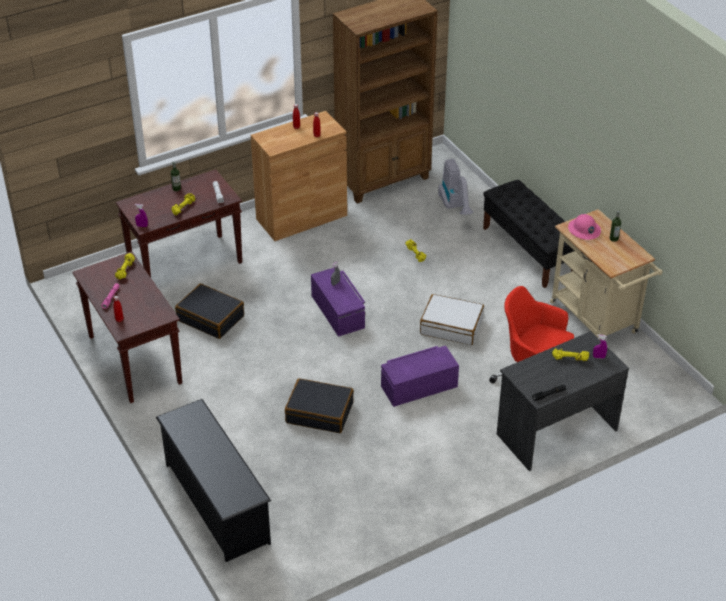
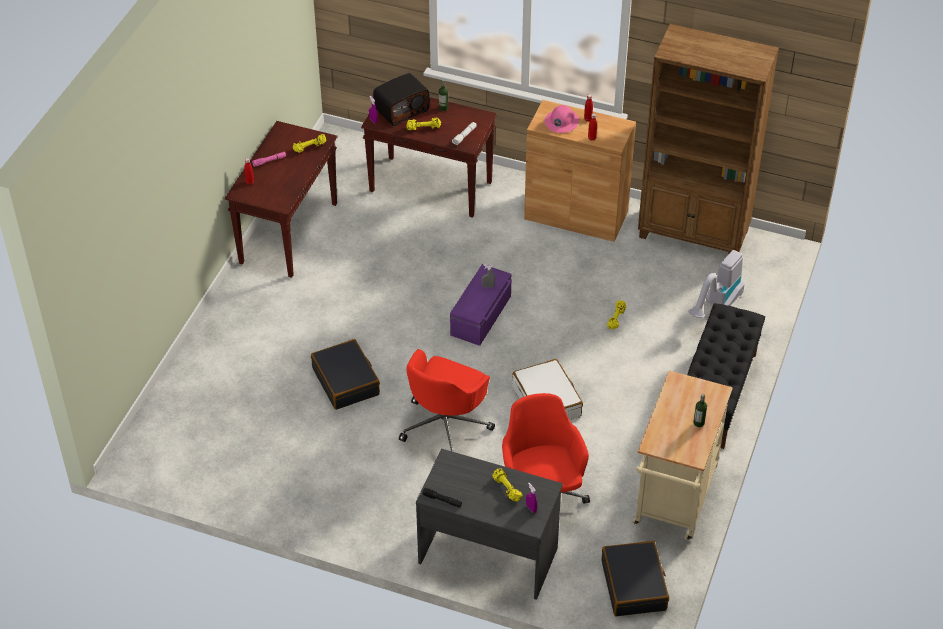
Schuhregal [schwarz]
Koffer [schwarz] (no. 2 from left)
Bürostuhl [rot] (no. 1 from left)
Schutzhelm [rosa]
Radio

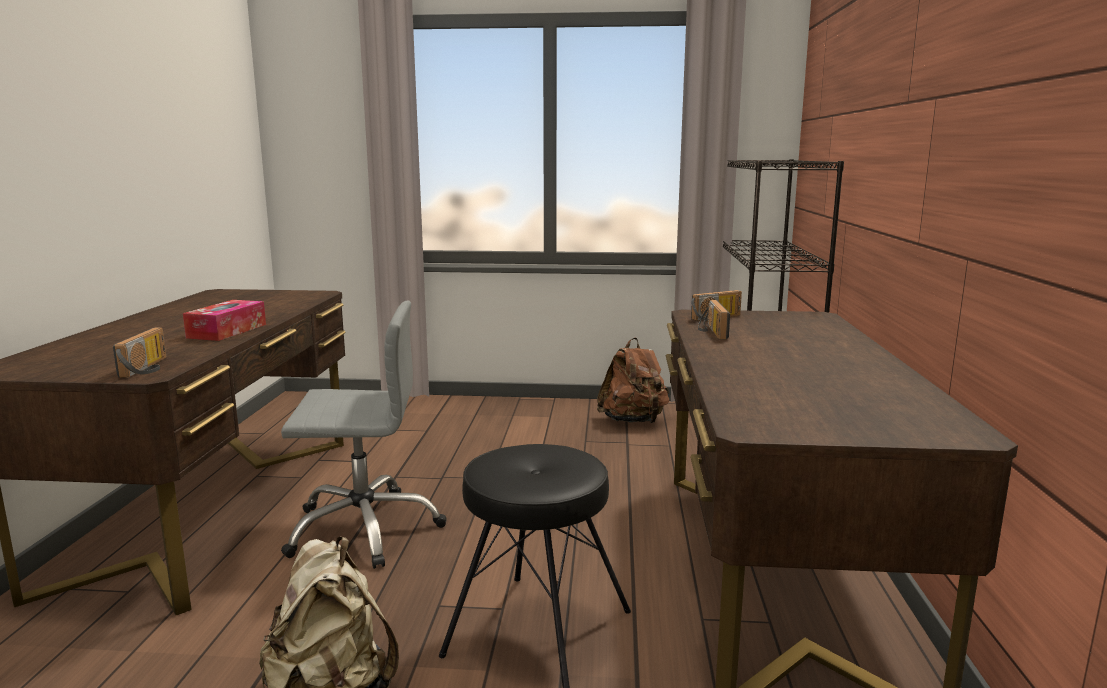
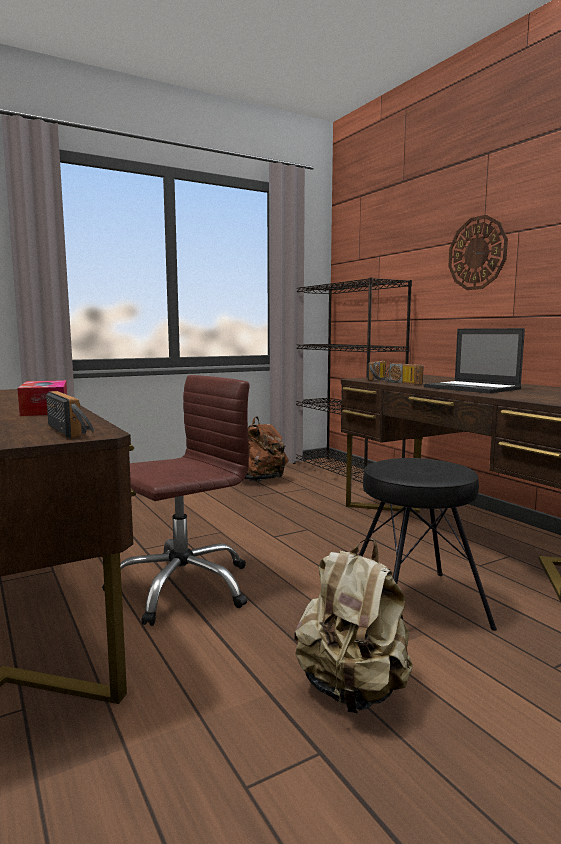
Bürostuhl [braun]
Laptop
Wanduhr

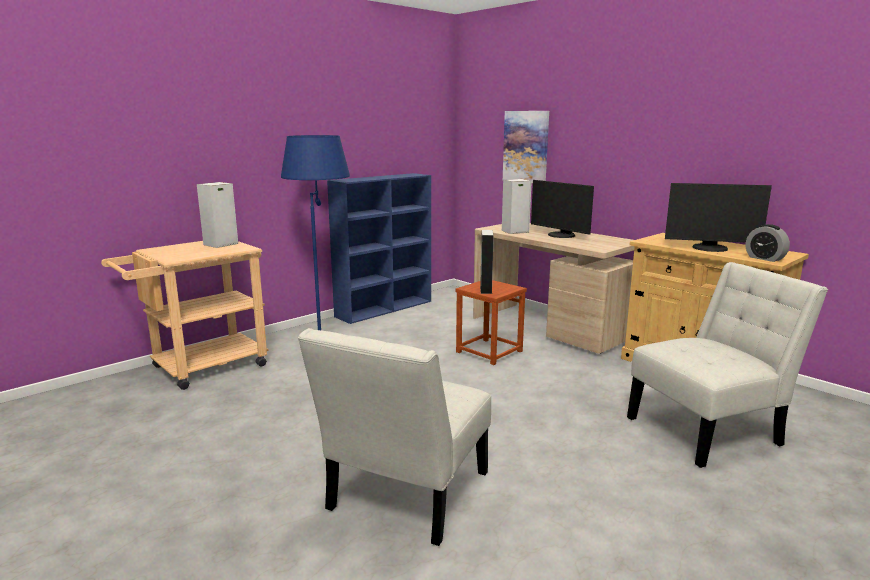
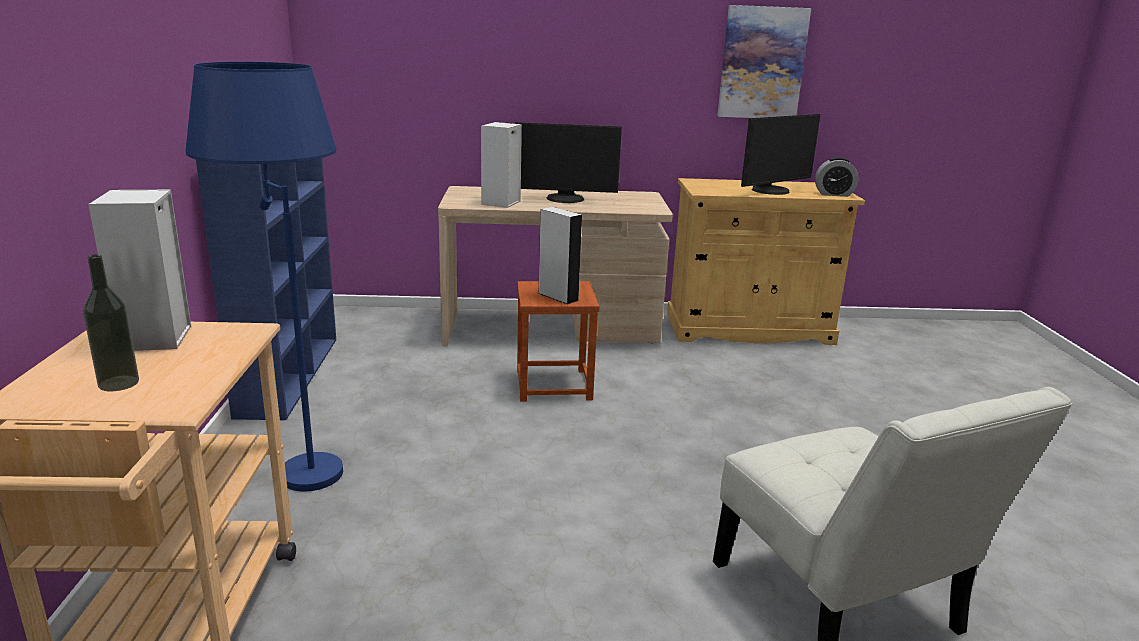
Bild
Stuhl [weiß] (no. 2 from left in the first image)
Flasche

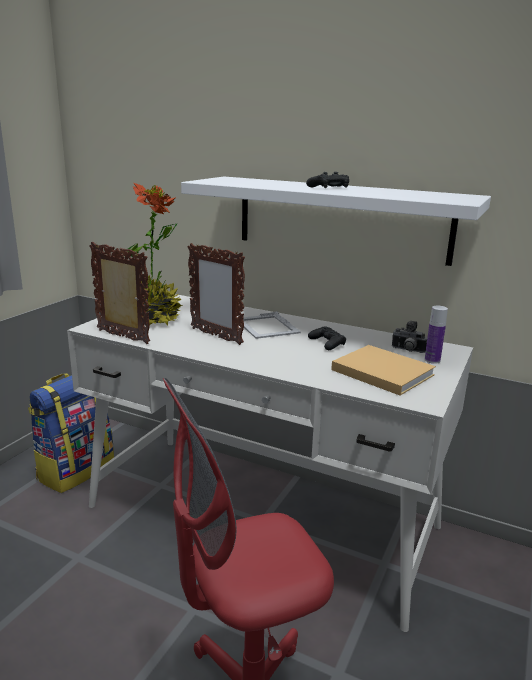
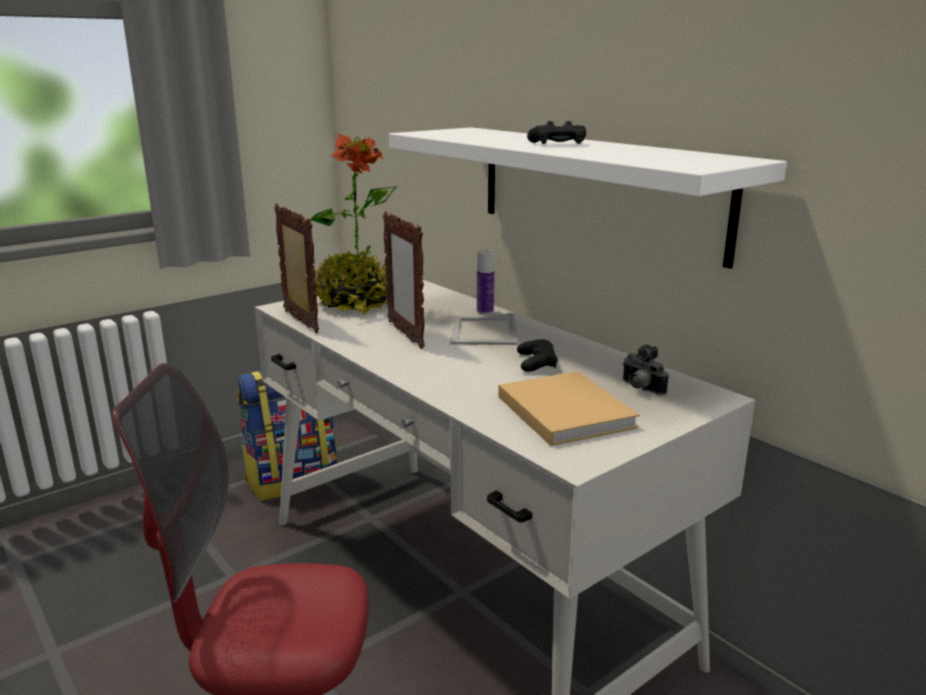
Flasche

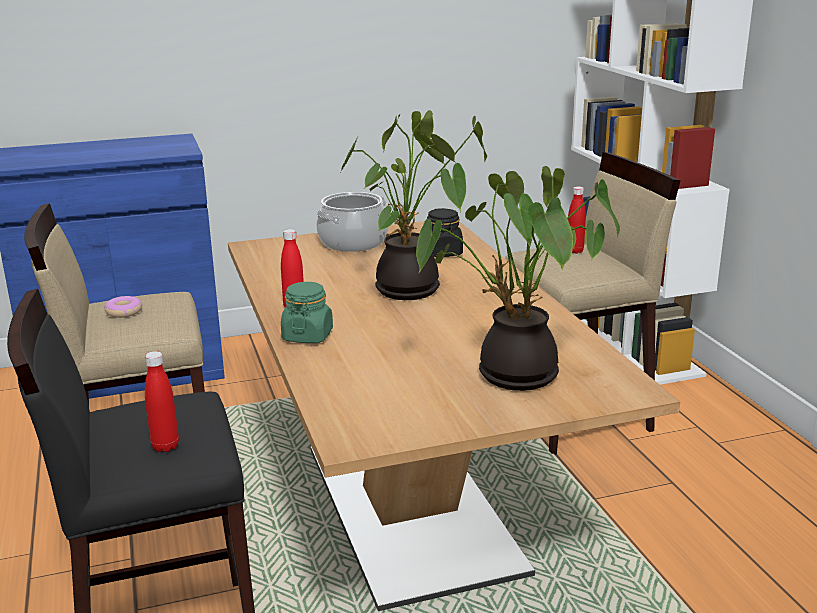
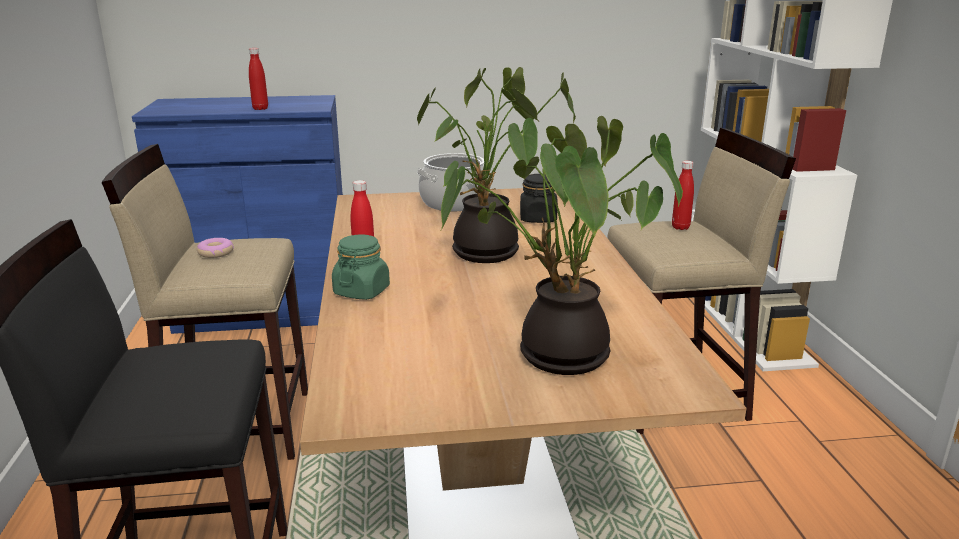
Flasche [rot] (no. 1 from left)

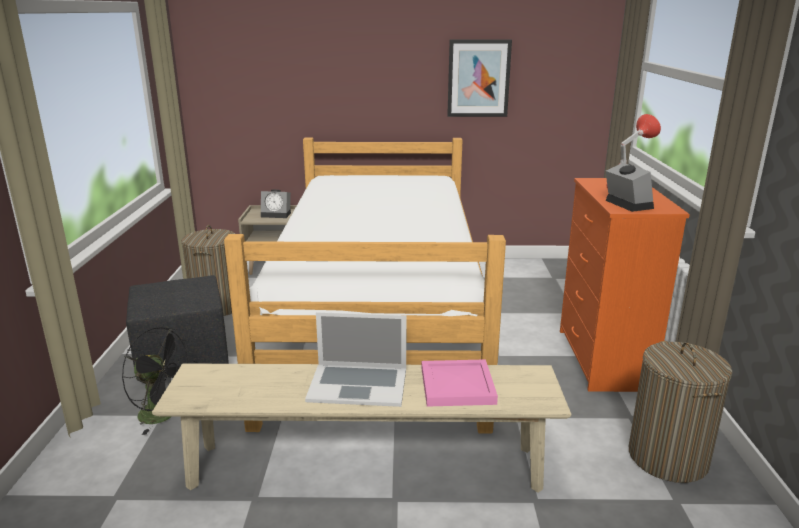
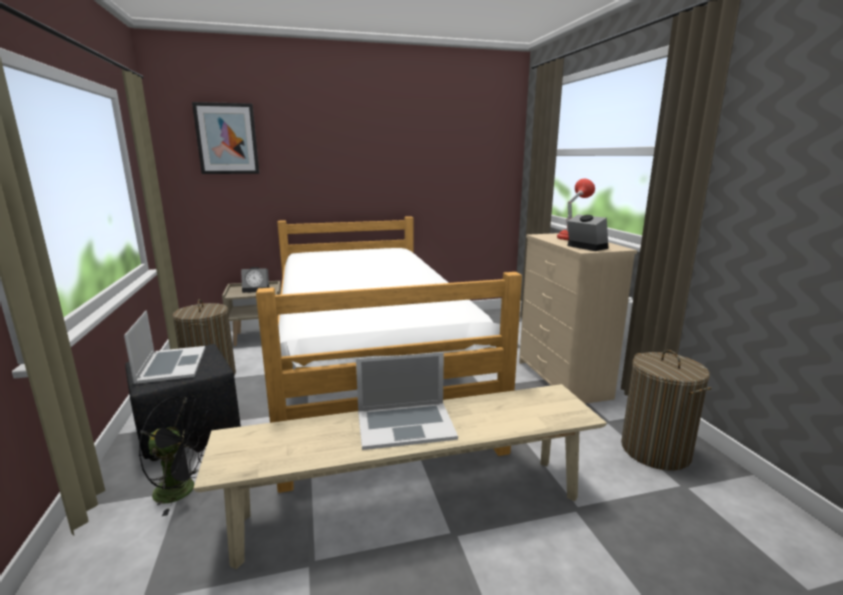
Tablett [rosa]
Bild
Kommode [beige]
Laptop (no. 1 from left)

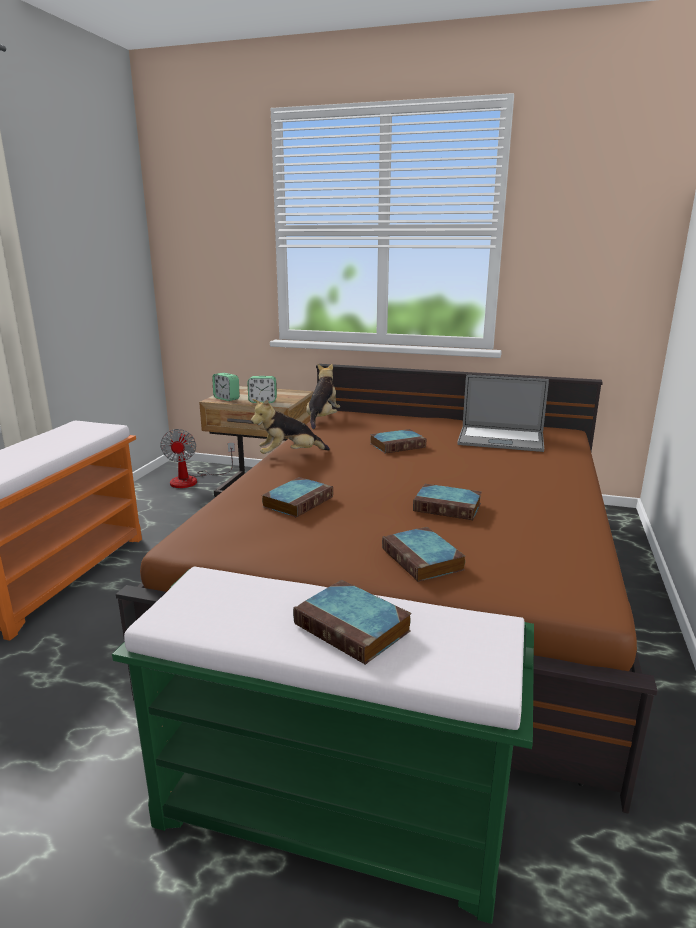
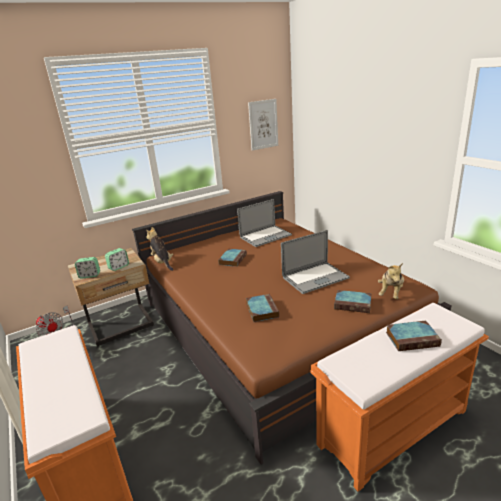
Bank [orange] (no. 2 from left)
Plüschtier (no. 2 from left)
Laptop (no. 2 from left)
Bild

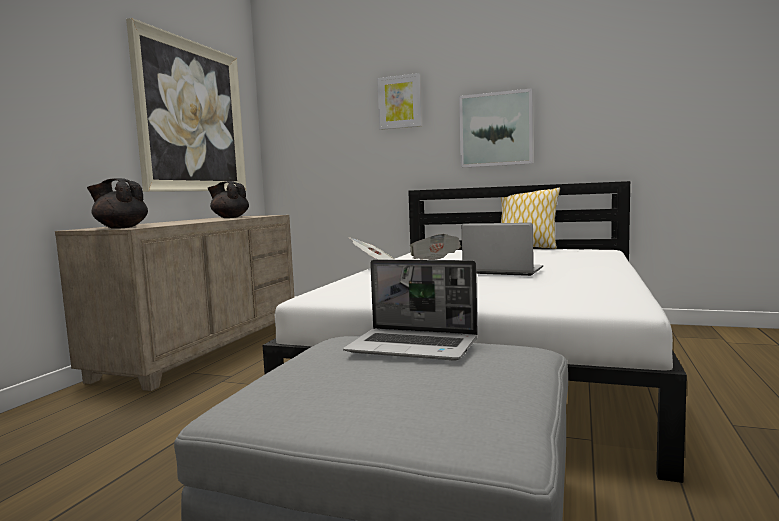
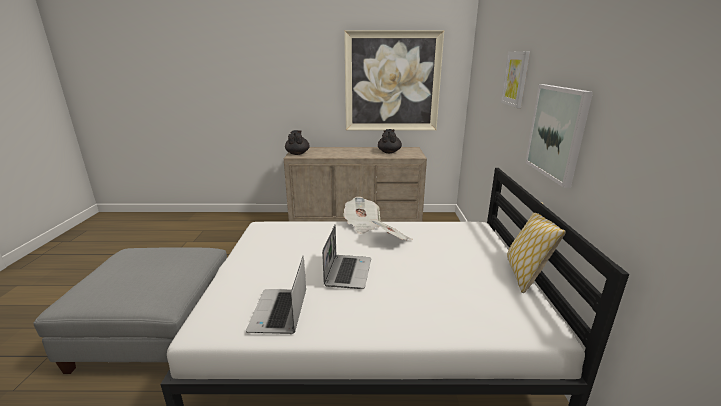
Laptop (no. 1 from left)

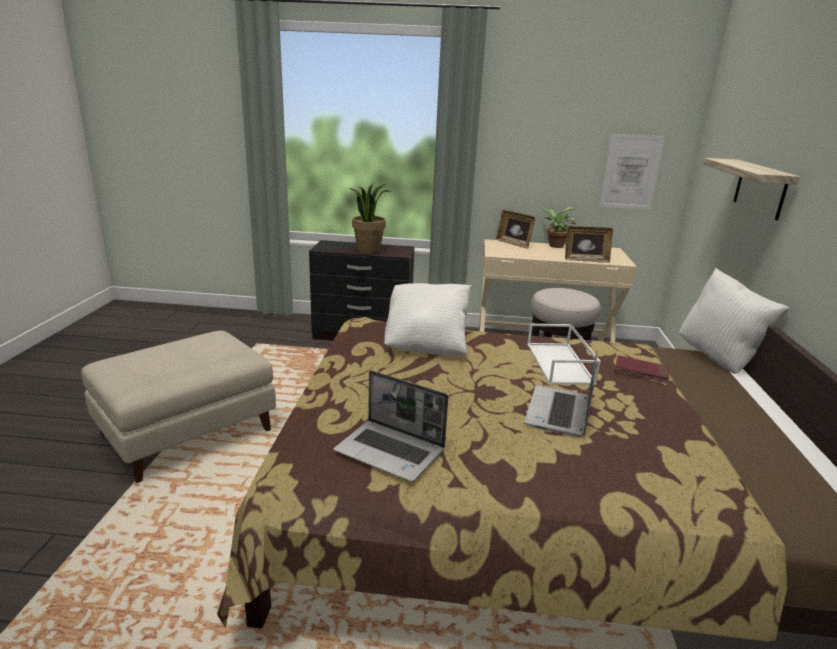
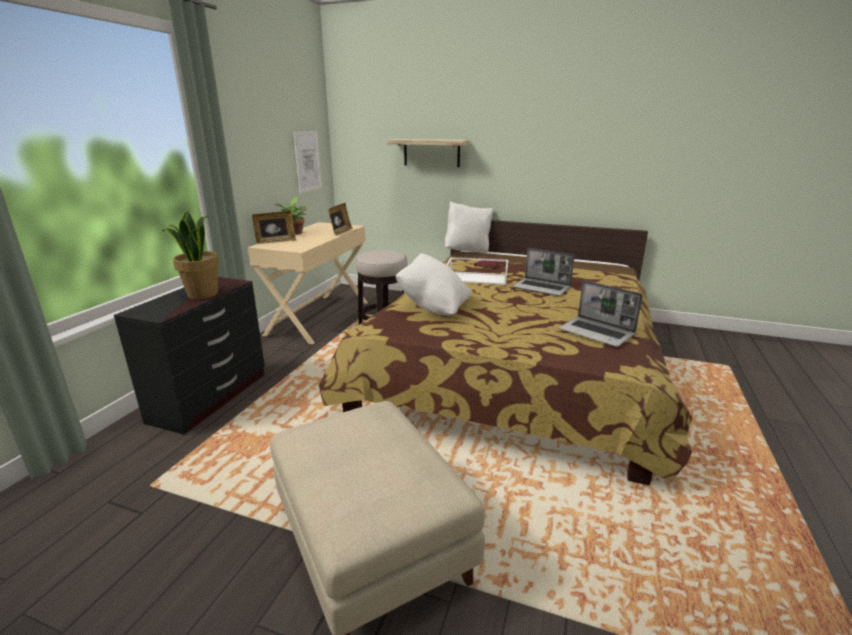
Laptop (no. 2 from left)

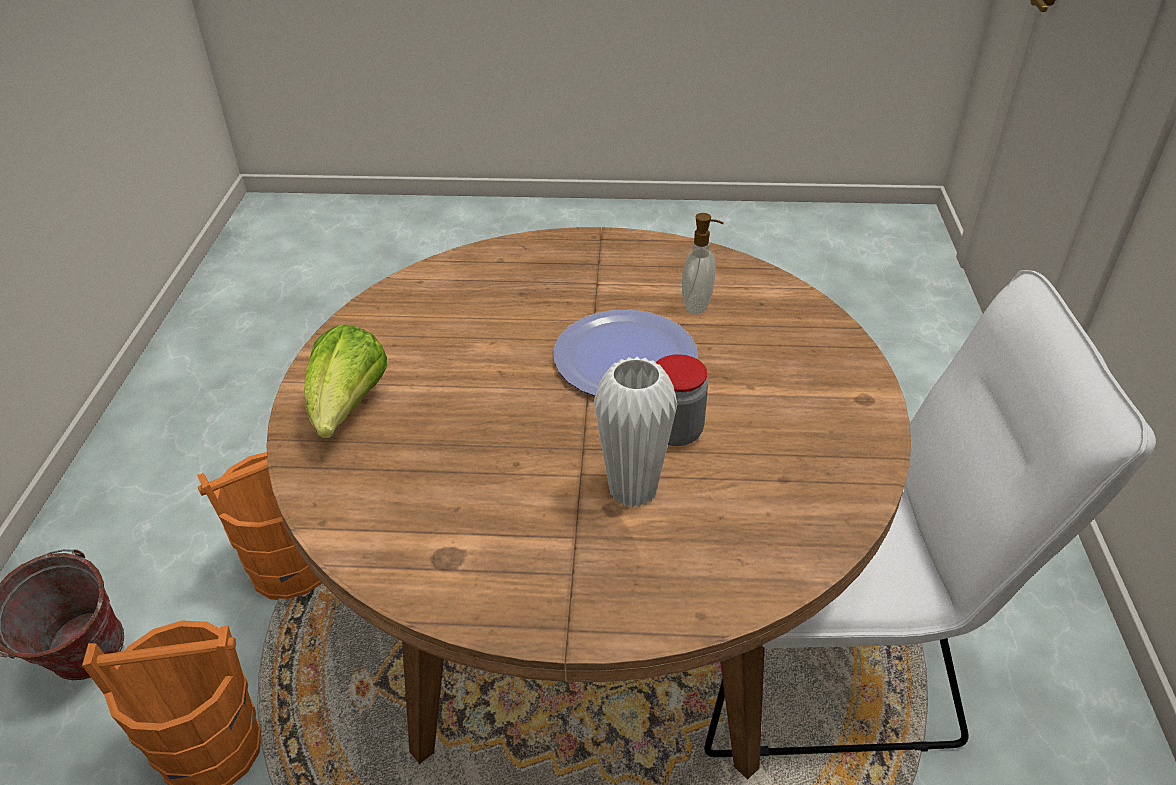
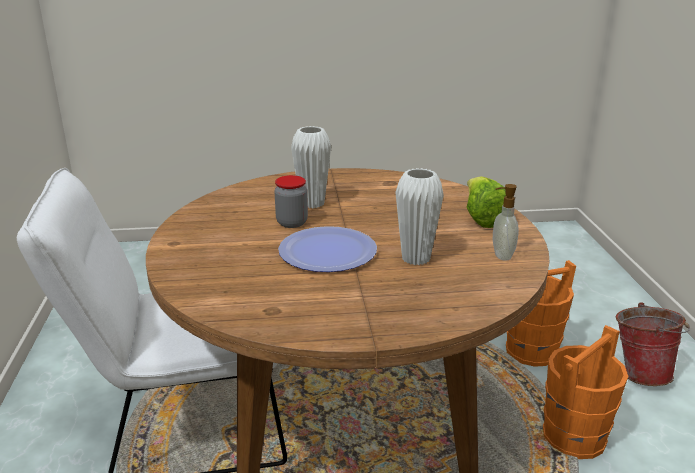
Seifenspender
Vase [weiß] (no. 2 from left)

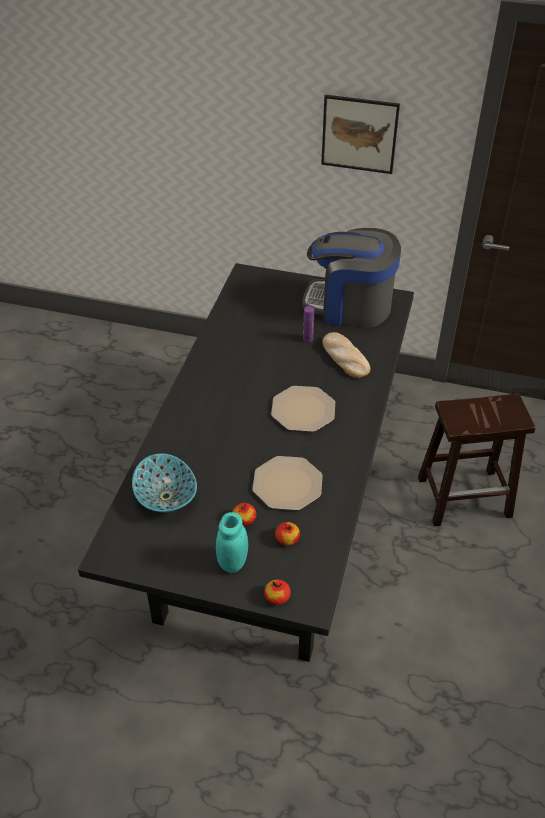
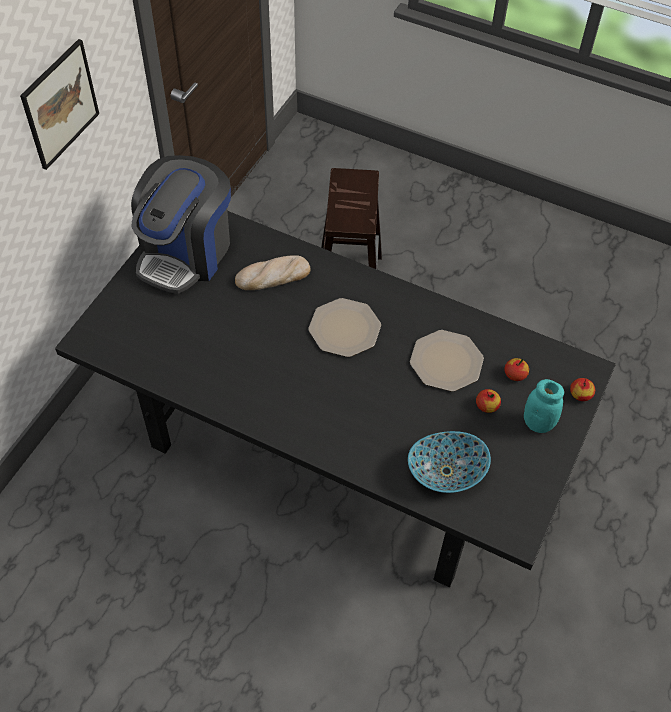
Flasche [lila]

